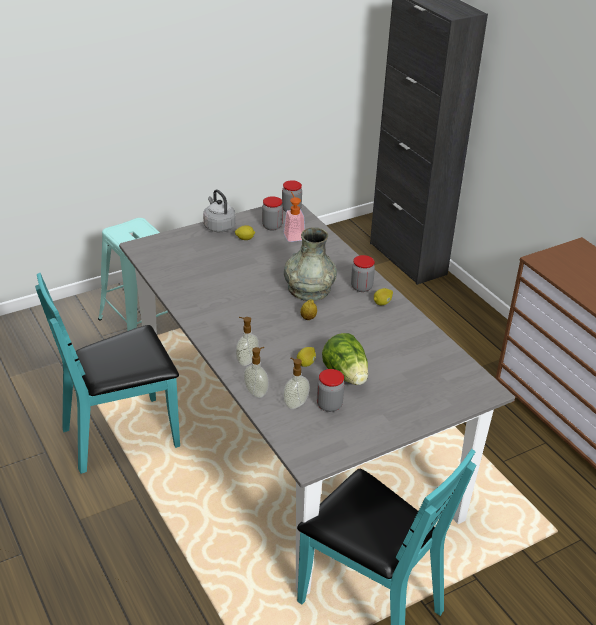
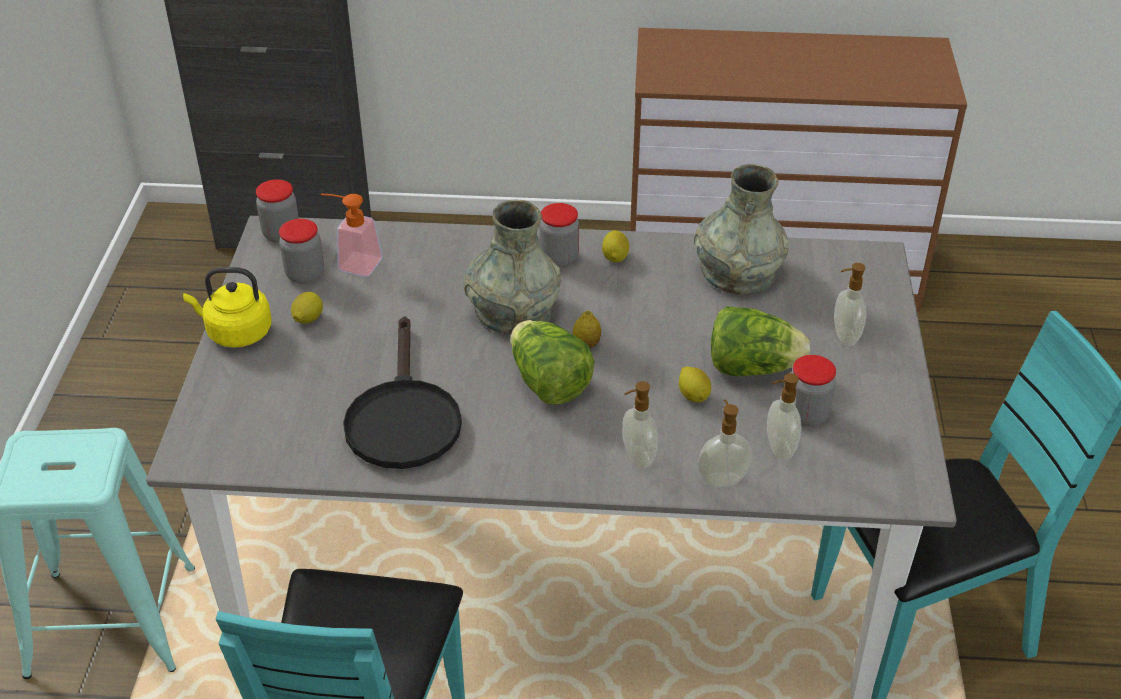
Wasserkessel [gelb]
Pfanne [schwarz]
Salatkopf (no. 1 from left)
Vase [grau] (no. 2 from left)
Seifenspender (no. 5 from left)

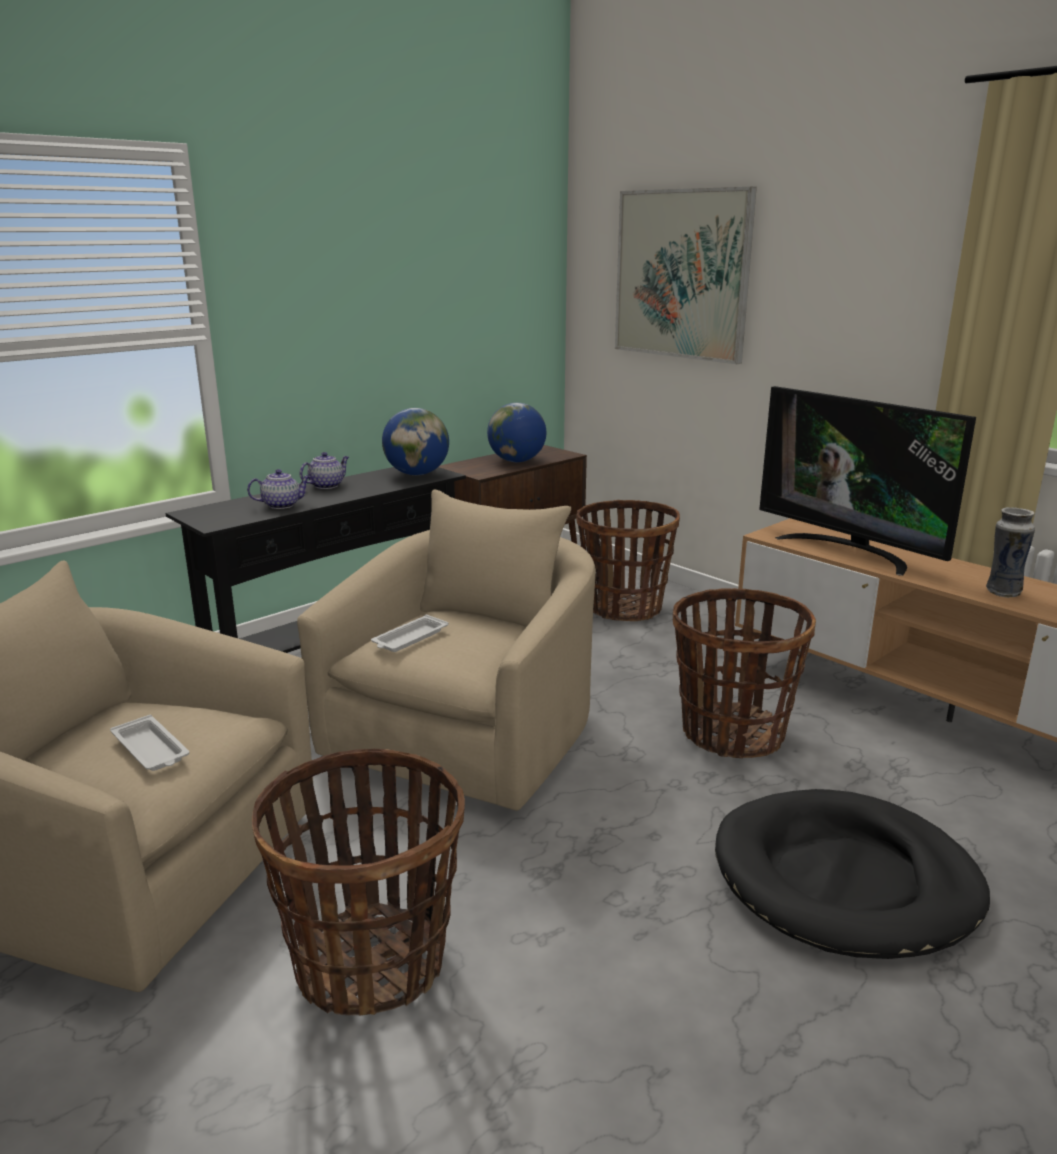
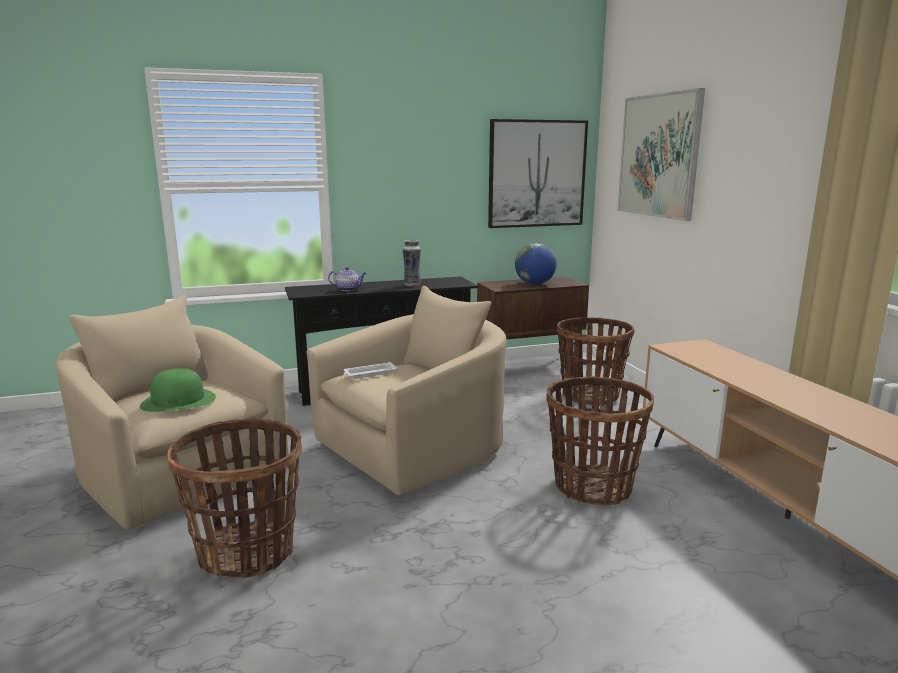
Hut [grün]
Teekanne (no. 2 from left in the first image)
Globus (no. 1 from left in the first image)
Hundebett [schwarz]
Fernseher
Vase
Bild (no. 1 from left)

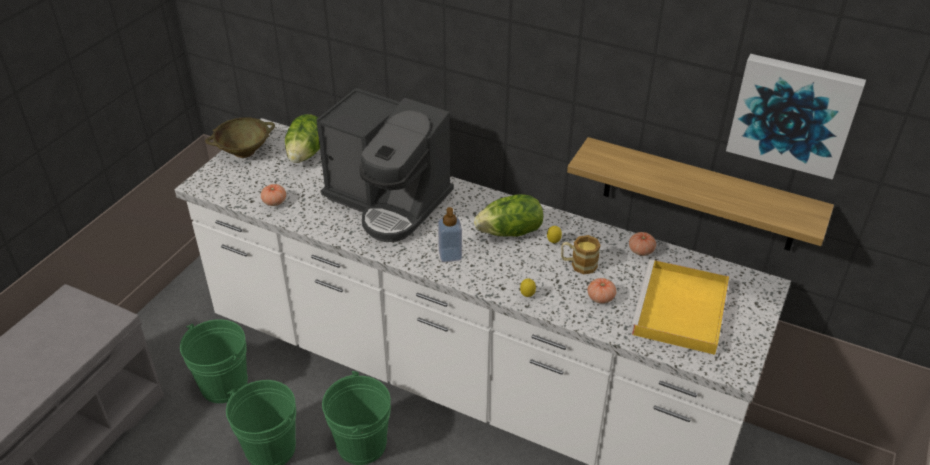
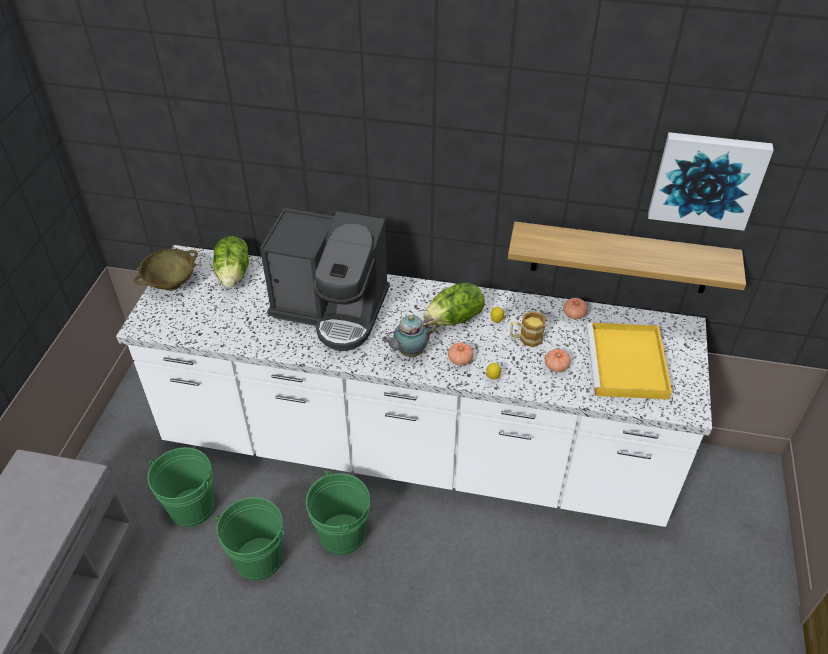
Tomate (no. 1 from left)
Teekanne

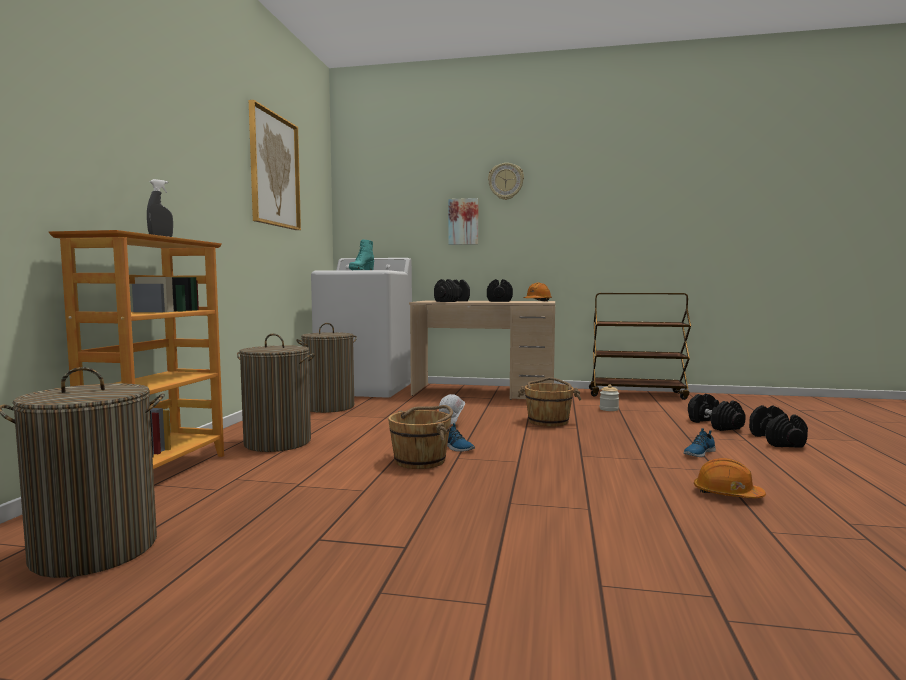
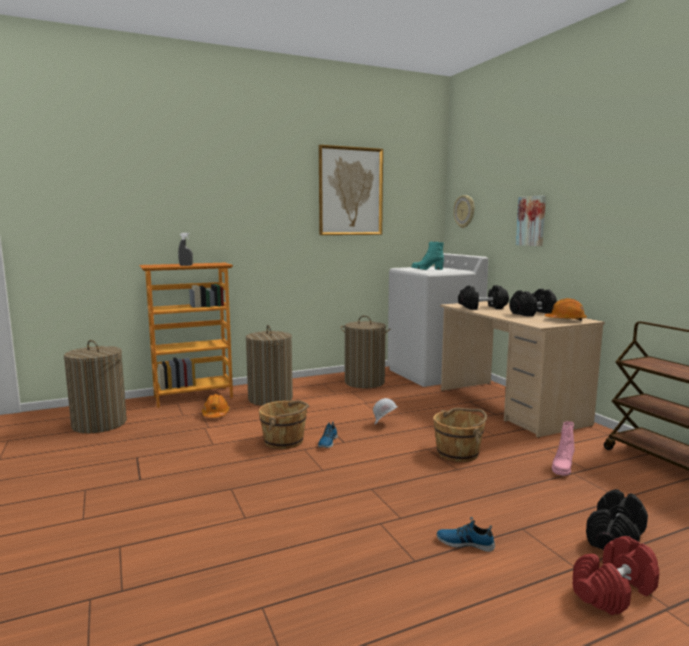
Wanduhr
Stiefel [rosa]
Schutzhelm [orange] (no. 1 from left)
Hantel [rot]

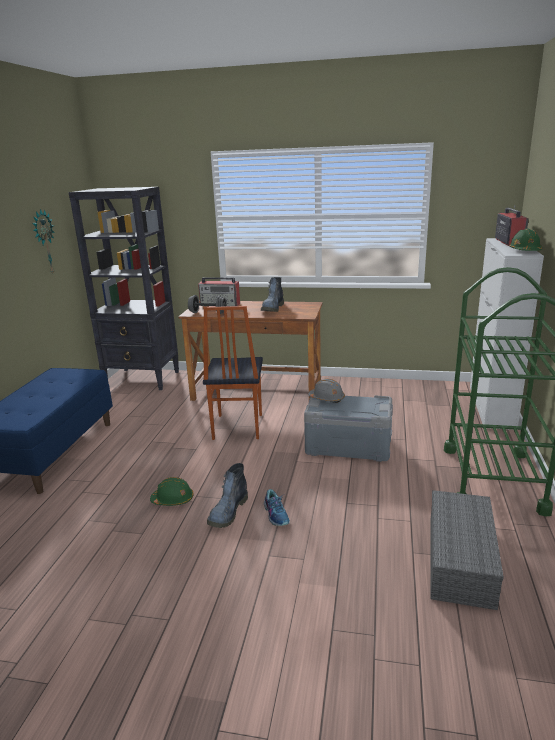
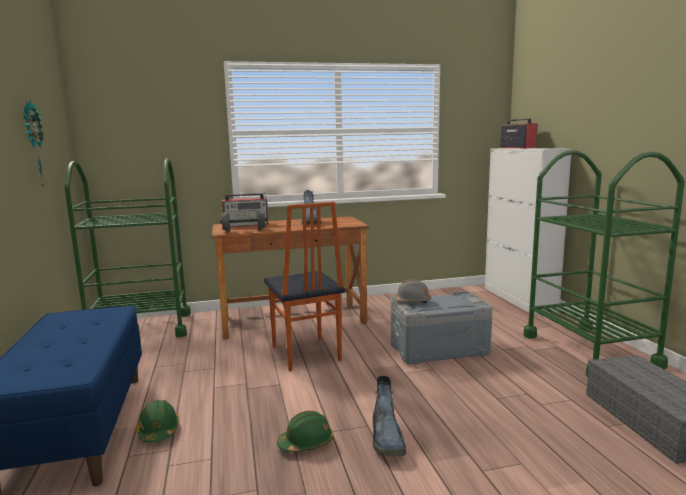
Rollwagen [grün] (no. 1 from left)
Schuh
Schutzhelm [grün] (no. 1 from left)

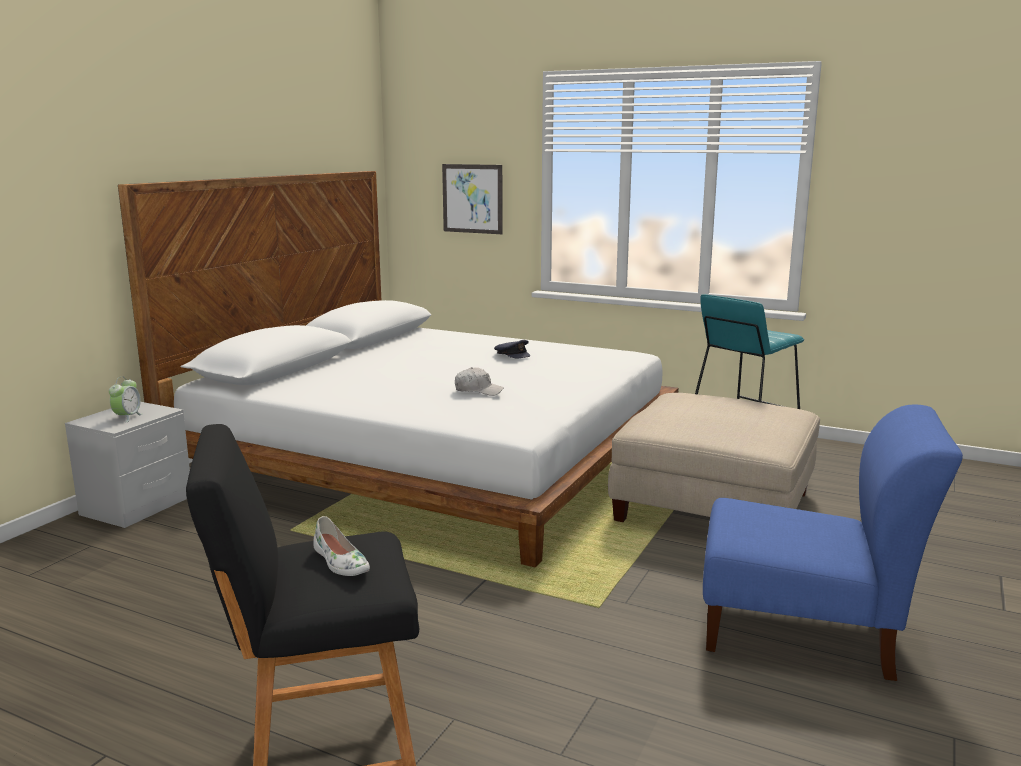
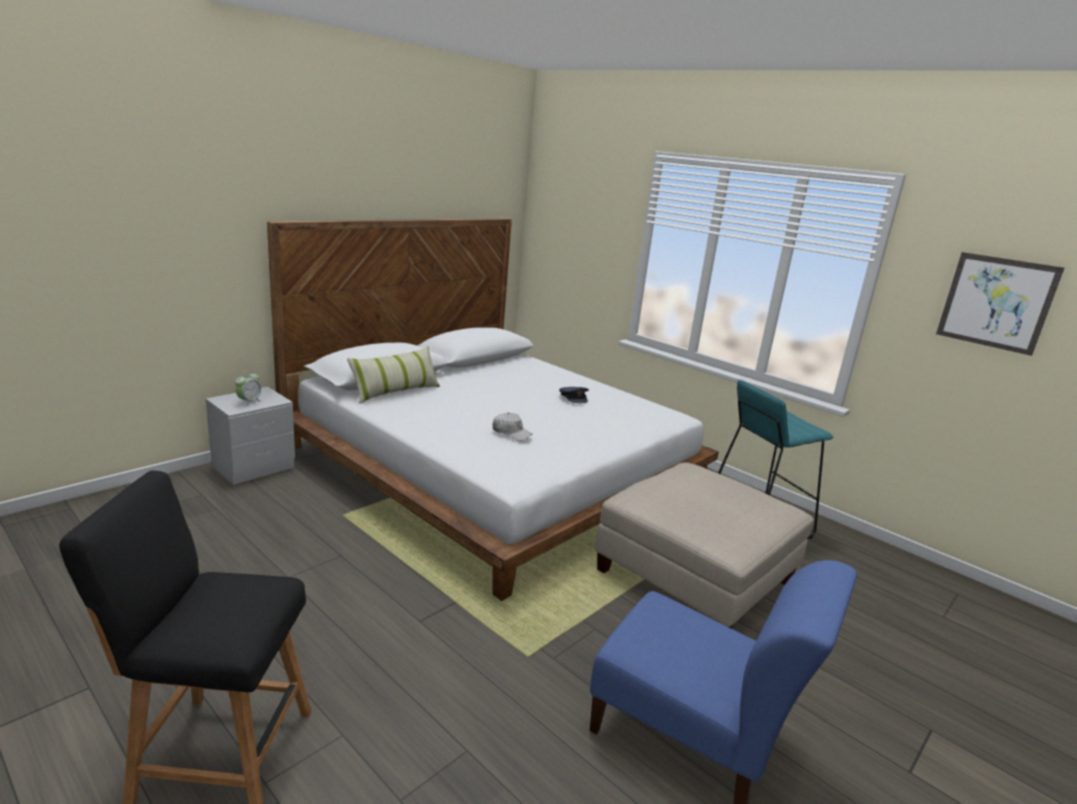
Schuh [weiß]
Bild
Kissen

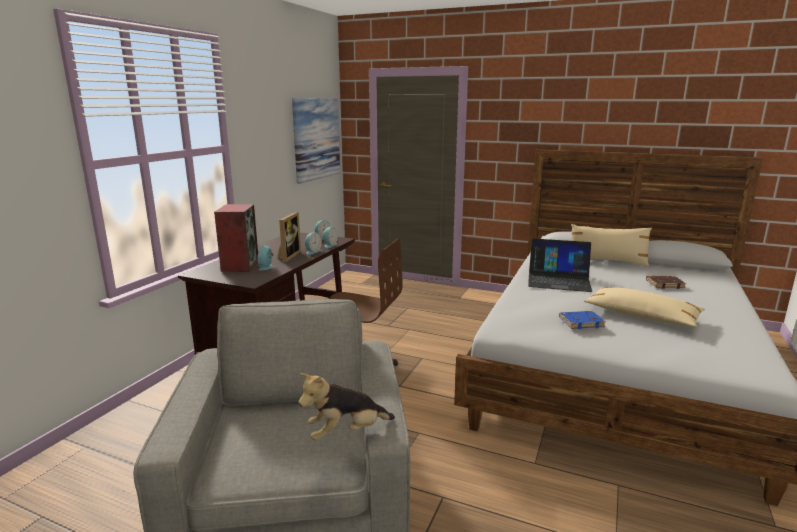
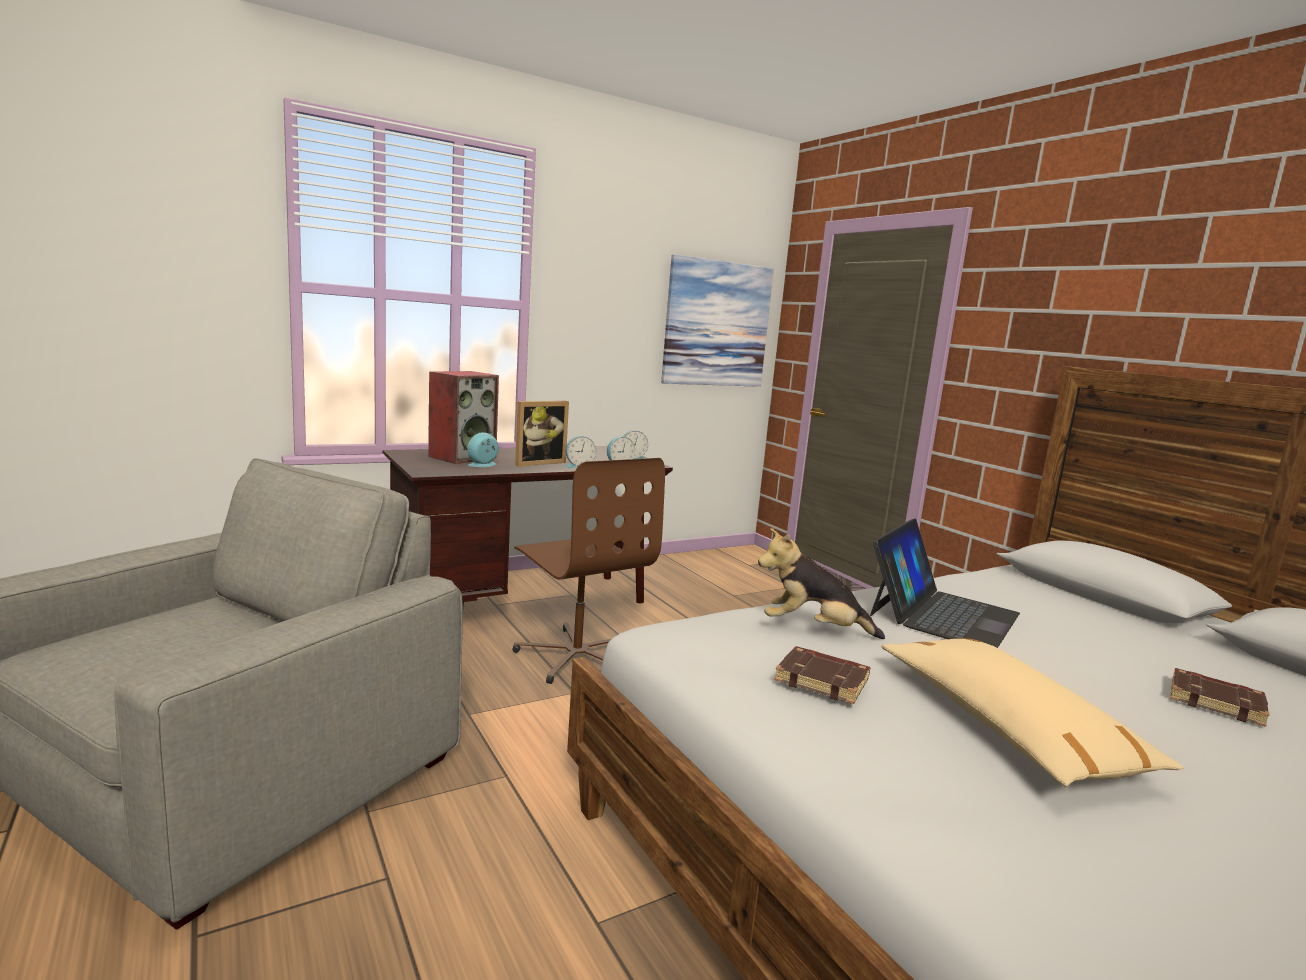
Plüschtier
Laptop
Buch [braun] (no. 1 from left)
Kissen [beige] (no. 1 from left in the first image)

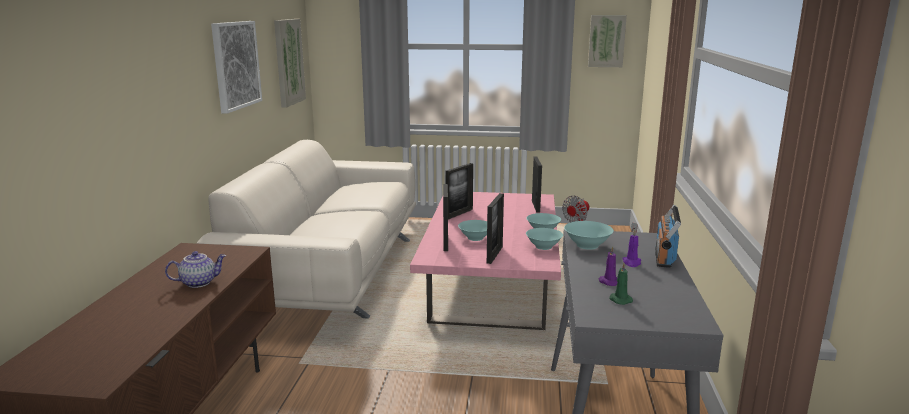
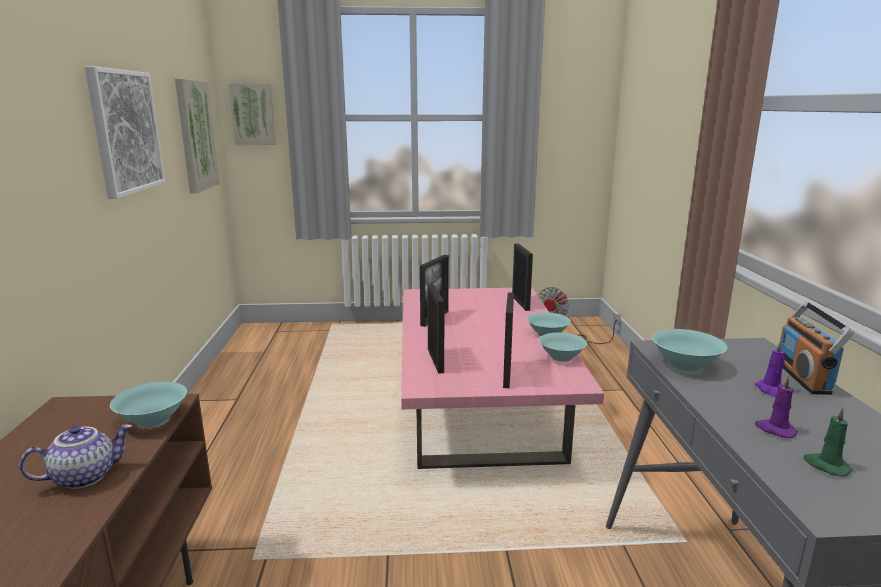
Sofa [beige]
Schüssel [türkis] (no. 1 from left)
Bild (no. 3 from left)

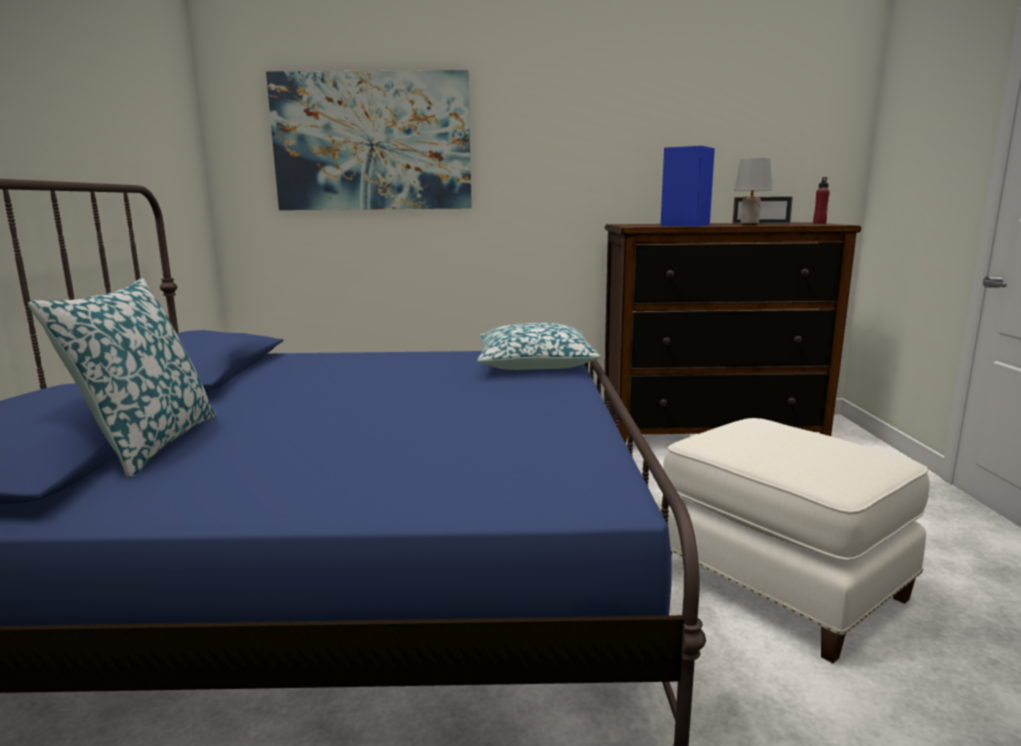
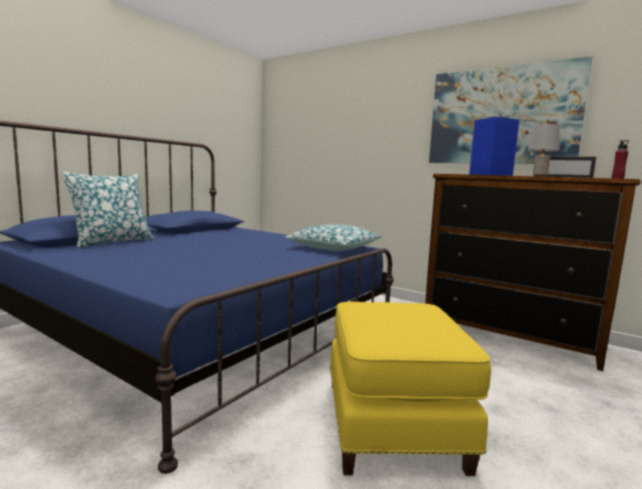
Bild
Polsterhocker [gelb]

